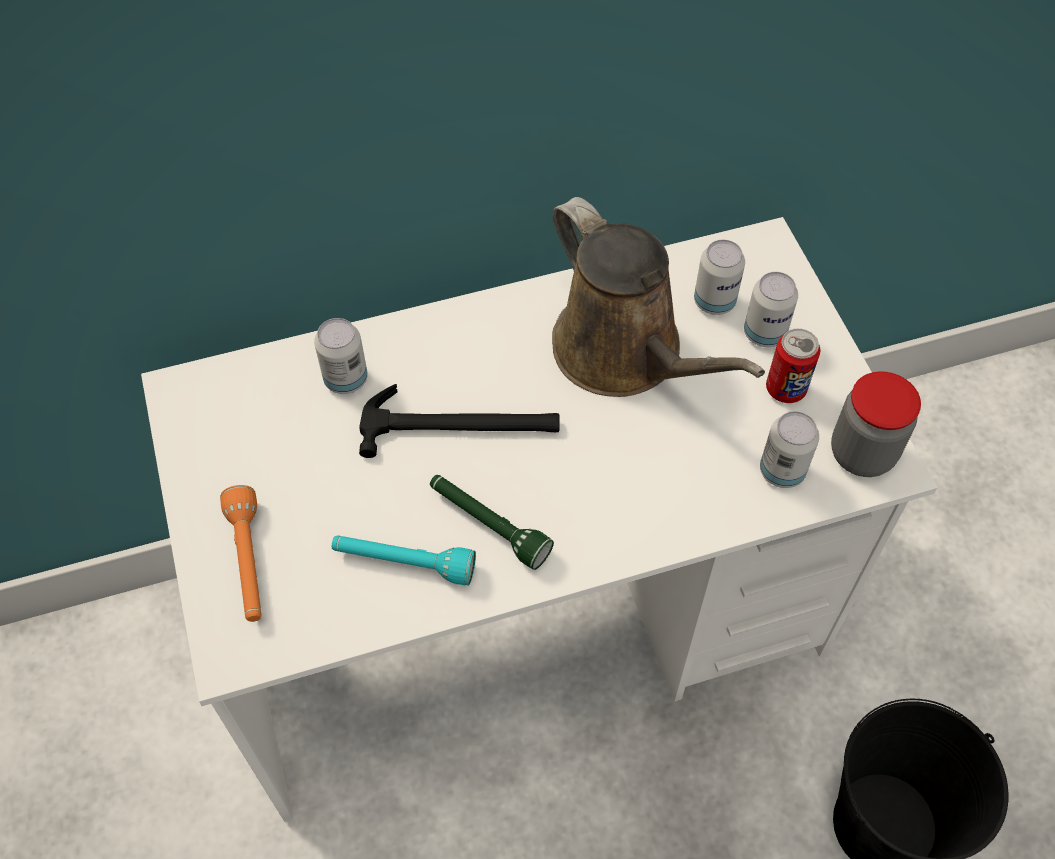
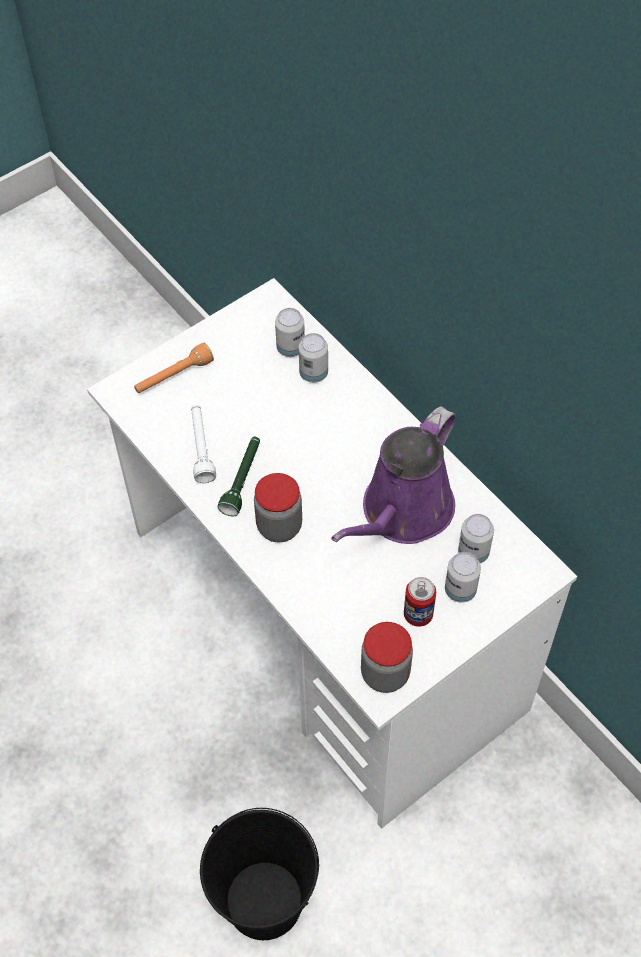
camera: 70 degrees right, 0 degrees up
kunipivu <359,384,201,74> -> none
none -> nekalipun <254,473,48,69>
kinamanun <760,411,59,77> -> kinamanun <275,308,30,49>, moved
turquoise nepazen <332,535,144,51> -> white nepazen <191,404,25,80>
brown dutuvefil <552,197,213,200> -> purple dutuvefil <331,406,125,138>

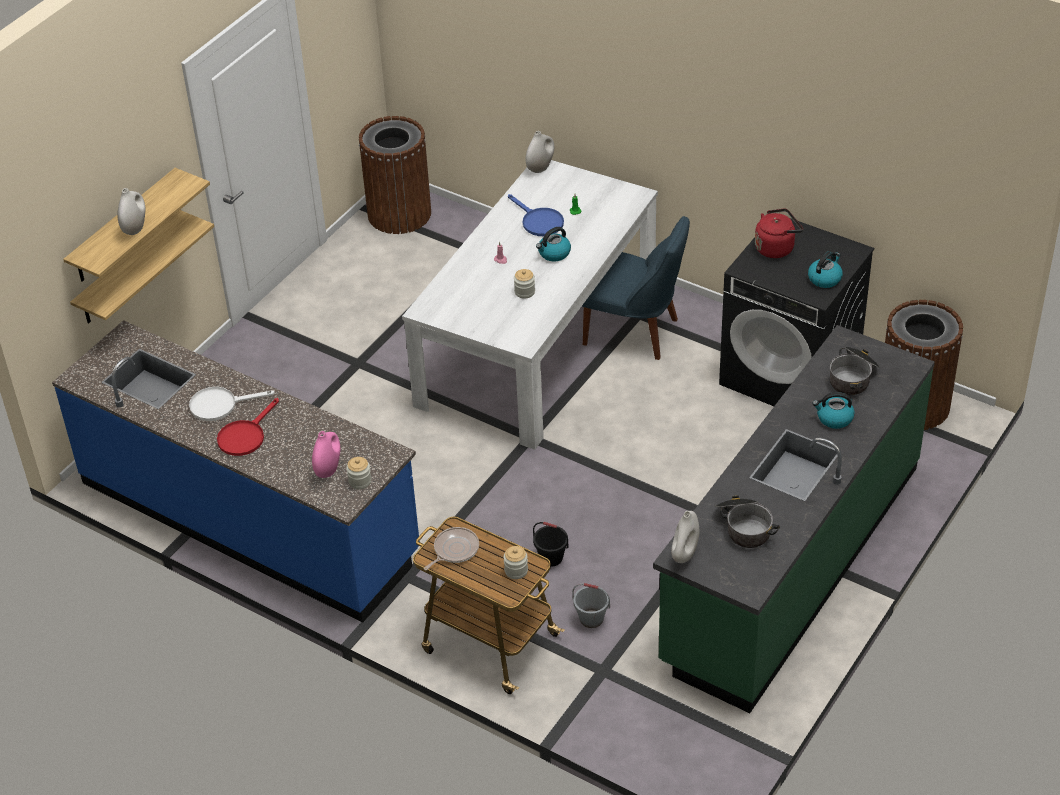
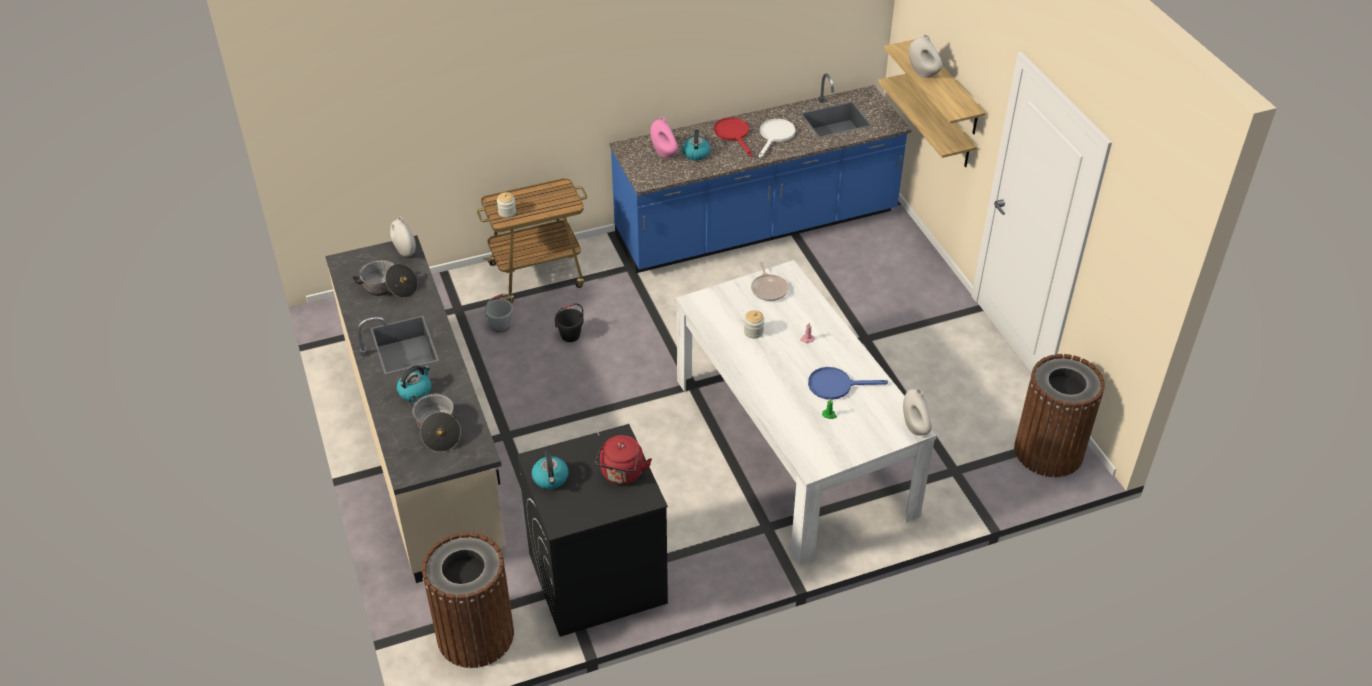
camera: 125 degrees right, 0 degrees up
nekalipun <347,457,24,32> -> none
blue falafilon <582,216,108,144> -> none
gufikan <424,527,55,43> -> gufikan <751,261,37,40>, moved
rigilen <536,227,35,34> -> rigilen <682,129,29,32>, moved
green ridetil <653,325,282,388> -> beige ridetil <325,235,181,348>

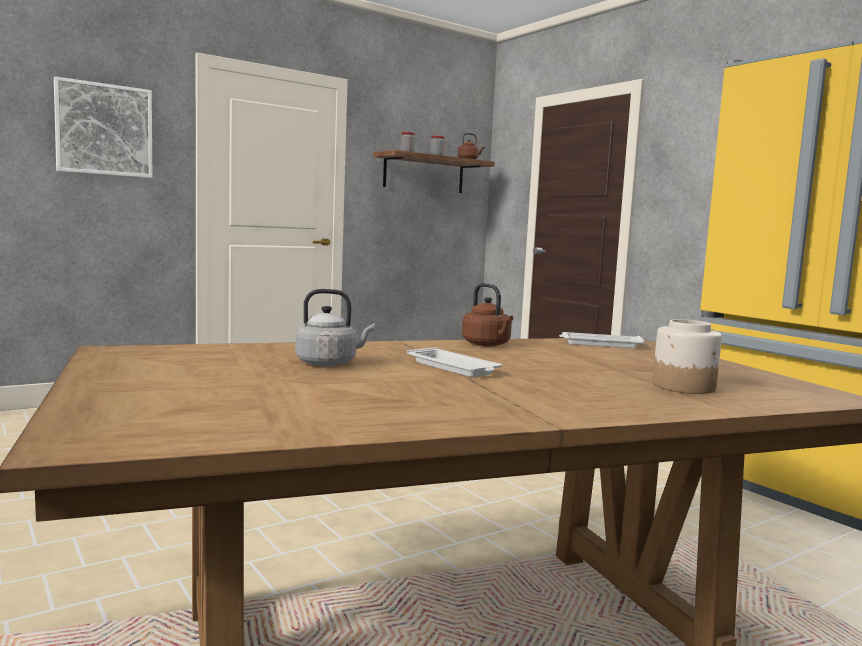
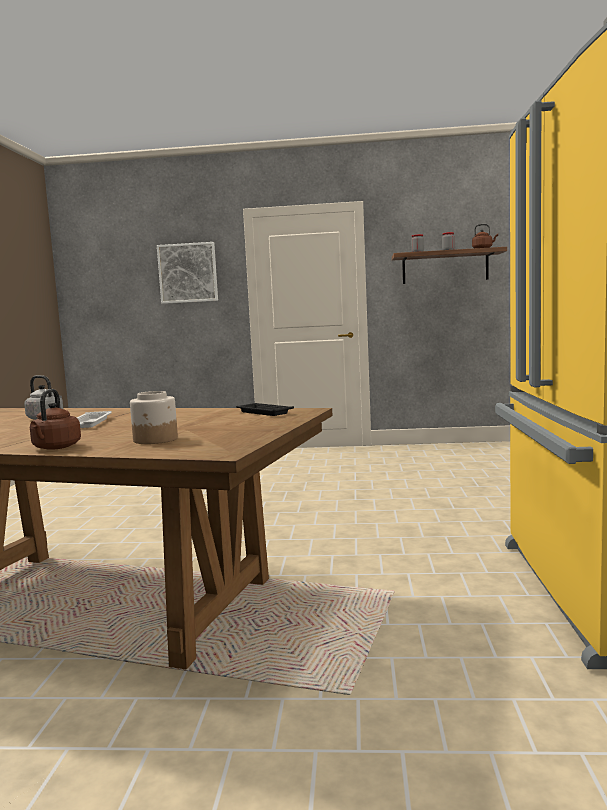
camera: 40 degrees right, 0 degrees up
brown rigilen <462,283,51,63> -> brown rigilen <30,389,51,61>, moved
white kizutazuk <559,332,86,16> -> black kizutazuk <236,403,58,13>

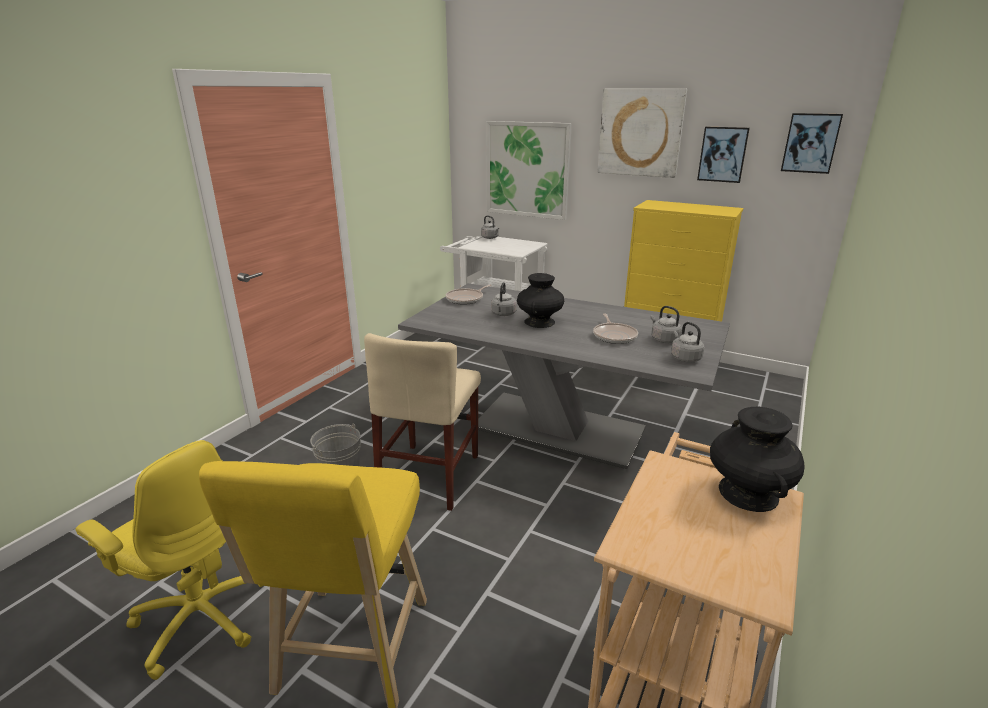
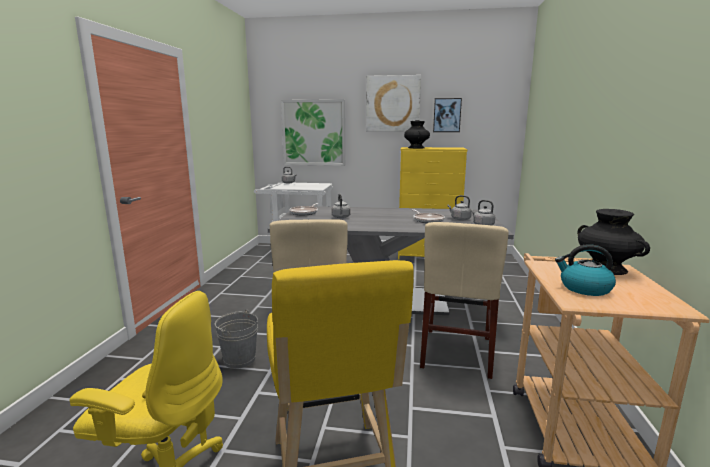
camera: 20 degrees left, 10 degrees down
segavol <781,113,62,61> -> none
none -> beige falafilon <420,222,89,157>
none -> rigilen <555,244,61,52>
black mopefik <517,273,47,55> -> black mopefik <404,120,26,29>, moved

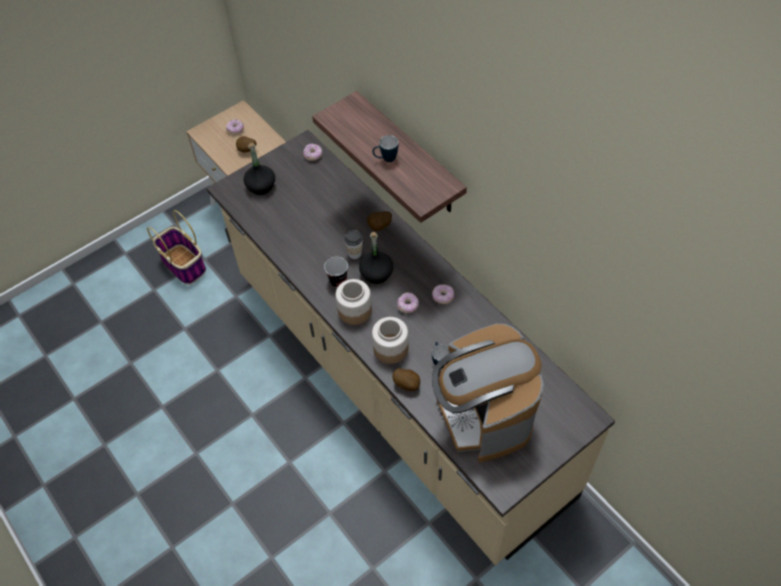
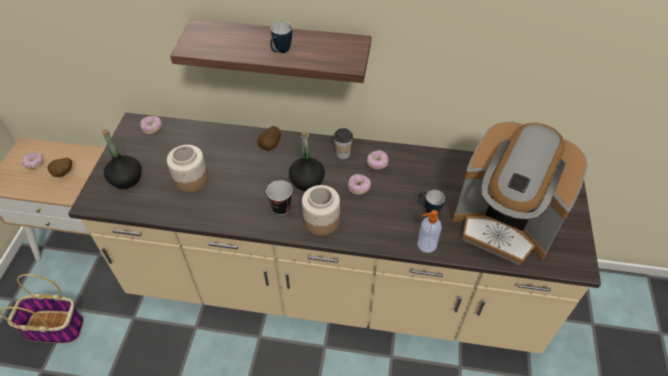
camera: 45 degrees left, 5 degrees down
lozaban <344,230,19,29> -> lozaban <334,128,19,31>, moved
nekalipun <372,317,37,47> -> nekalipun <167,145,42,47>, moved
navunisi <393,368,27,23> -> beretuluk <417,210,25,43>

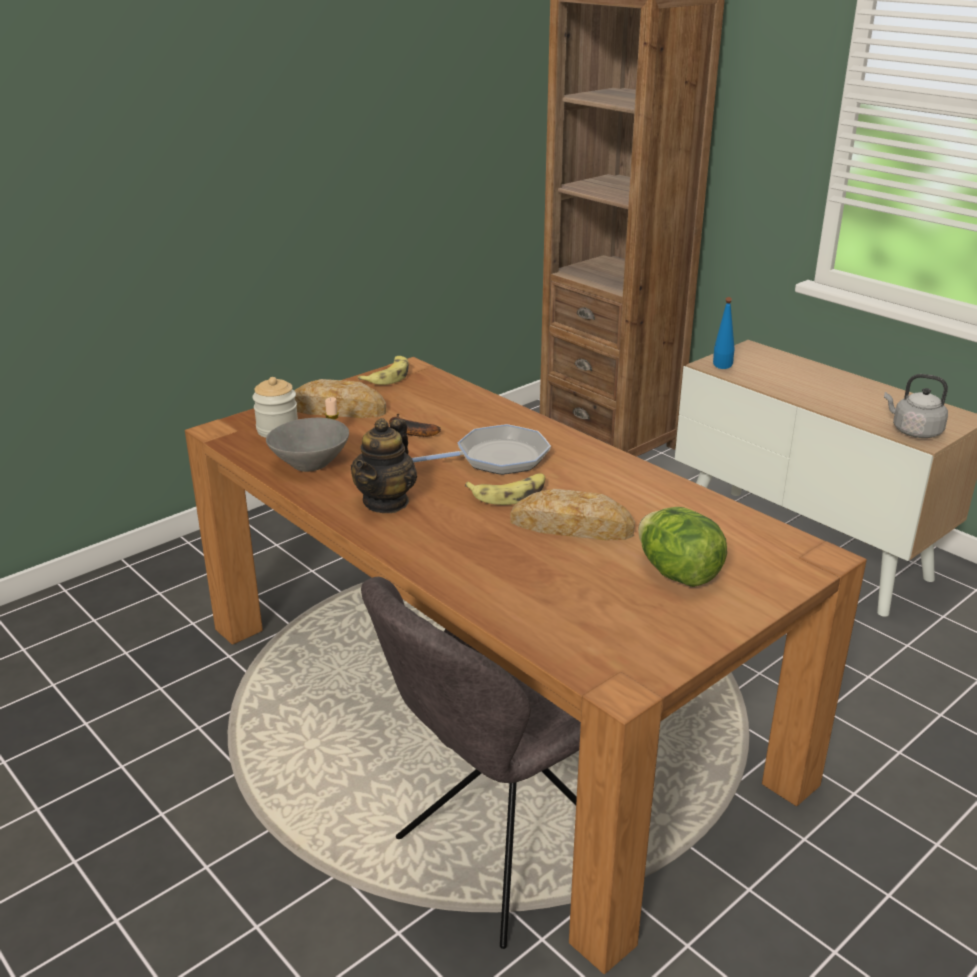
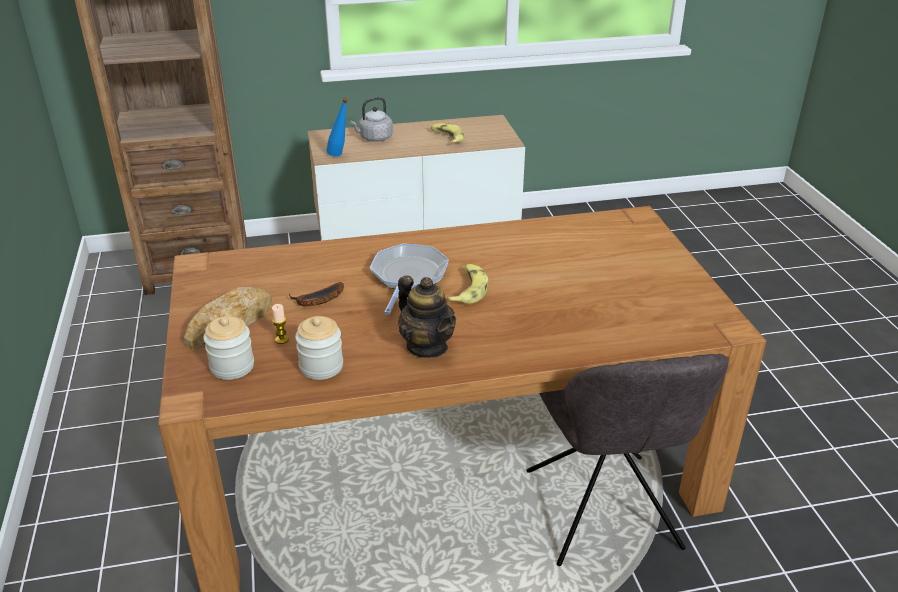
camera: 60 degrees left, 5 degrees up
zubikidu <510,489,125,51> -> none
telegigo <638,507,89,80> -> none
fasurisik <357,356,52,29> -> fasurisik <431,123,33,21>, moved
grey rigilen <884,374,64,64> -> grey rigilen <349,97,44,45>, moved
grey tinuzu <266,418,83,54> -> nekalipun <295,316,48,64>

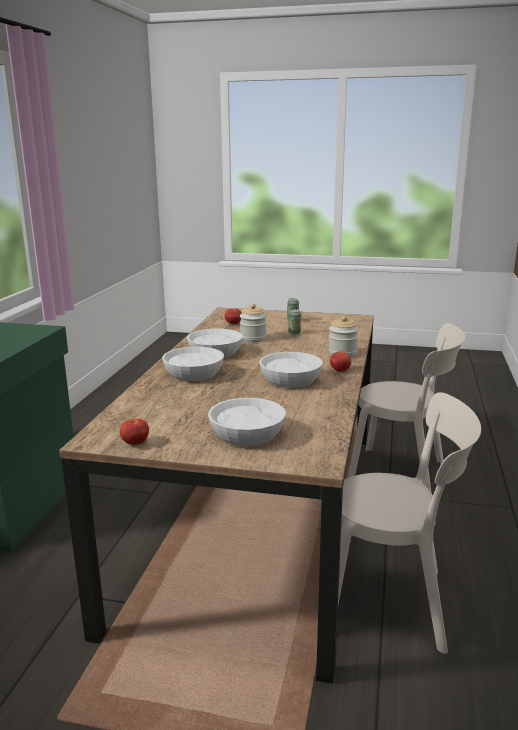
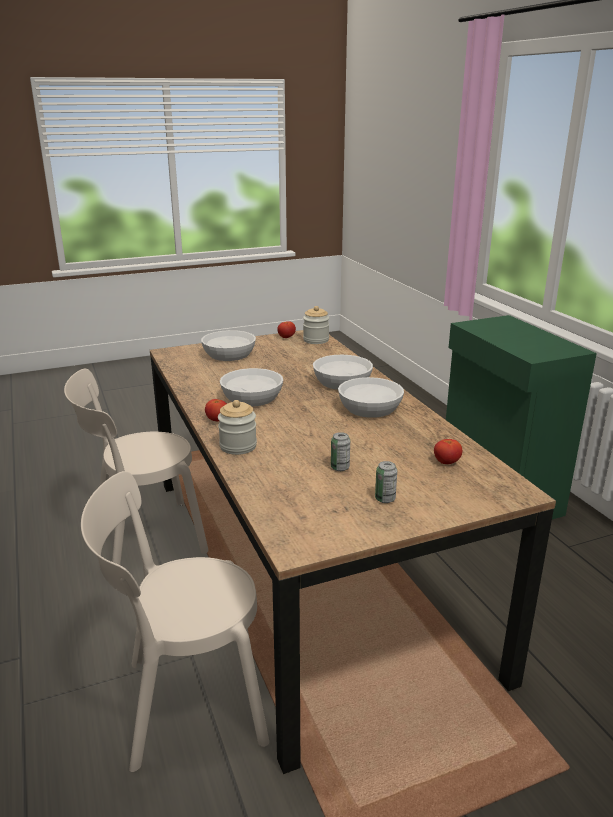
camera: 145 degrees right, 5 degrees up
nekalipun <240,304,27,38> -> nekalipun <303,306,26,38>, moved

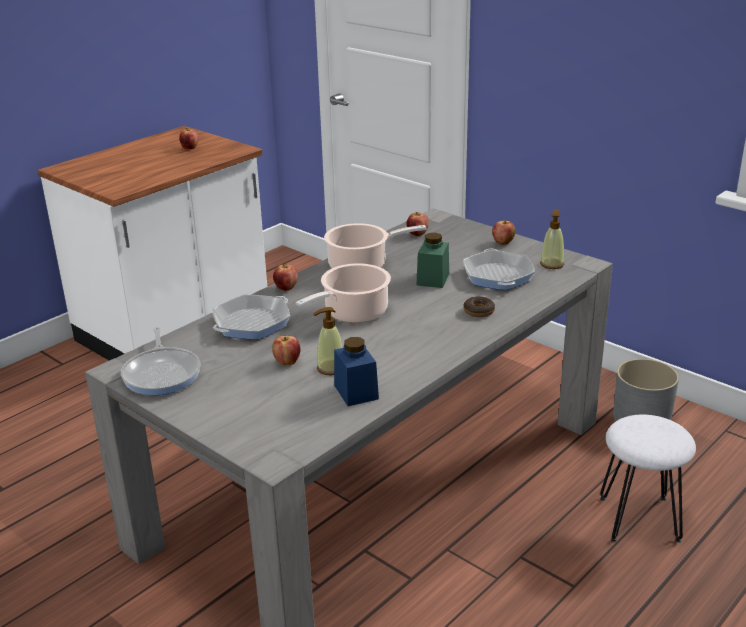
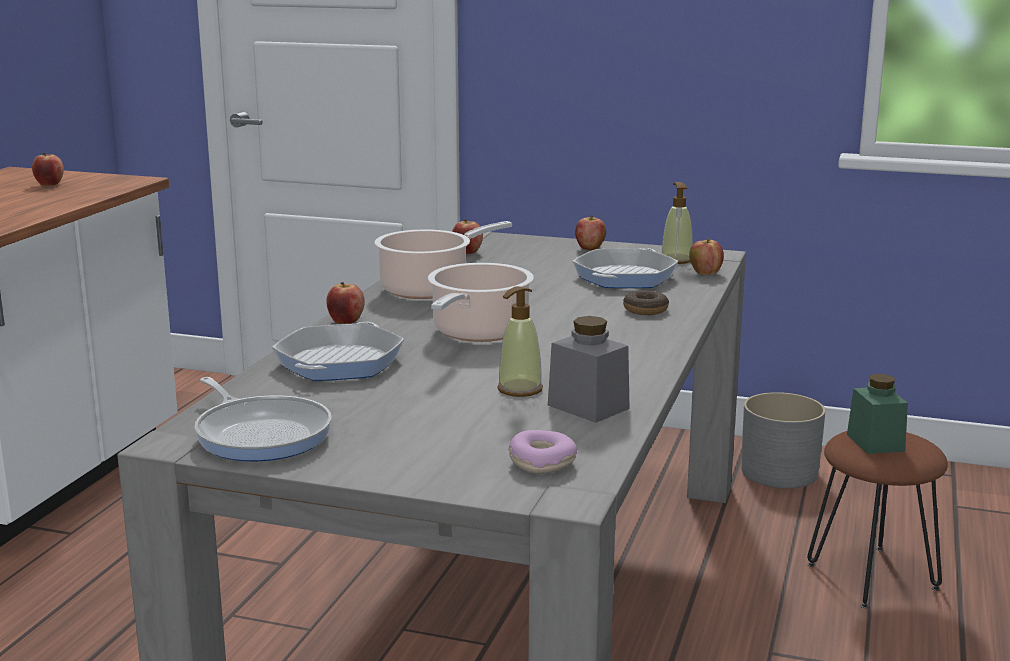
camera: 25 degrees left, 10 degrees down
none -> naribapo <508,430,69,44>
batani <272,336,28,30> -> batani <689,238,35,37>, moved
green nekalipun <416,233,33,55> -> green nekalipun <847,374,61,80>, moved
blue nekalipun <334,337,45,69> -> grey nekalipun <548,316,82,107>
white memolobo <600,415,96,128> -> brown memolobo <807,431,141,177>
gufikan <463,249,72,41> -> gufikan <572,248,107,40>, 60 degrees clockwise

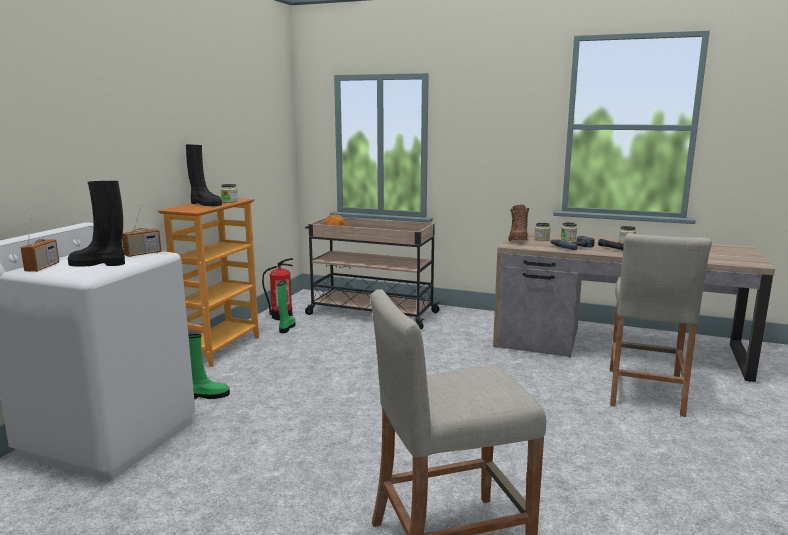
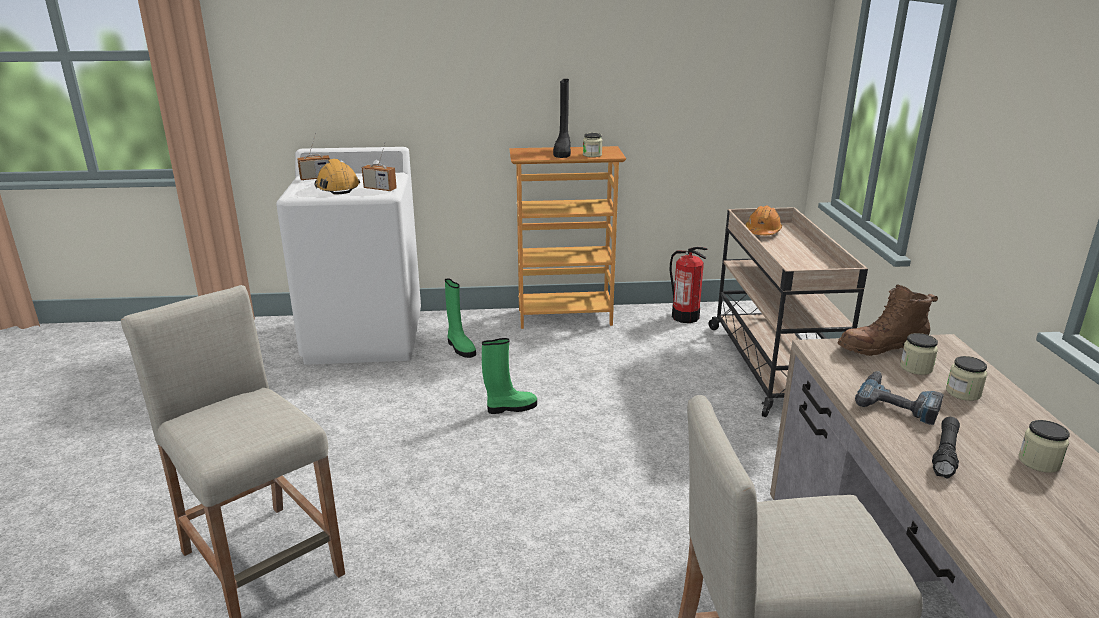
camera: 65 degrees right, 10 degrees up
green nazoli <277,280,19,53> -> green nazoli <482,338,55,76>, moved
black nazoli <68,181,57,86> -> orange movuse <315,159,45,36>

